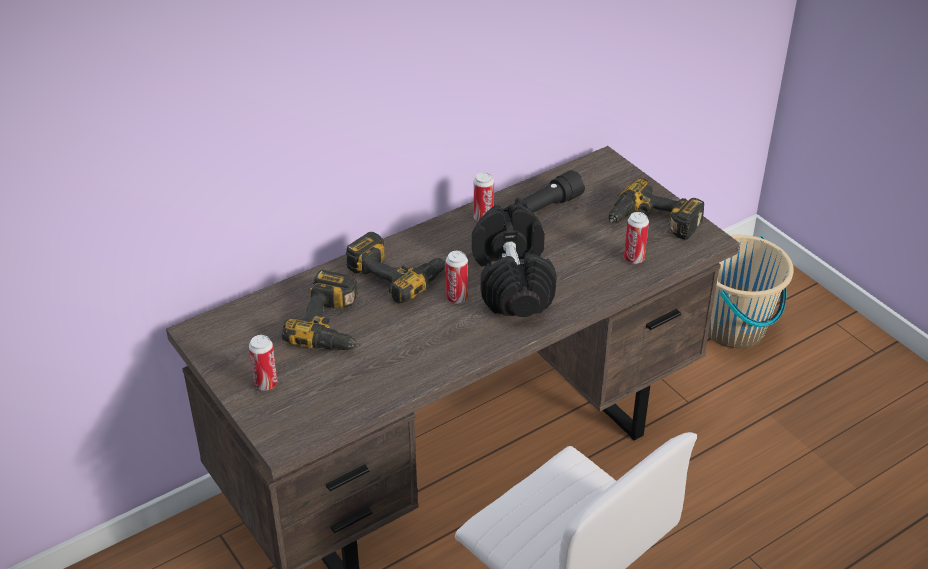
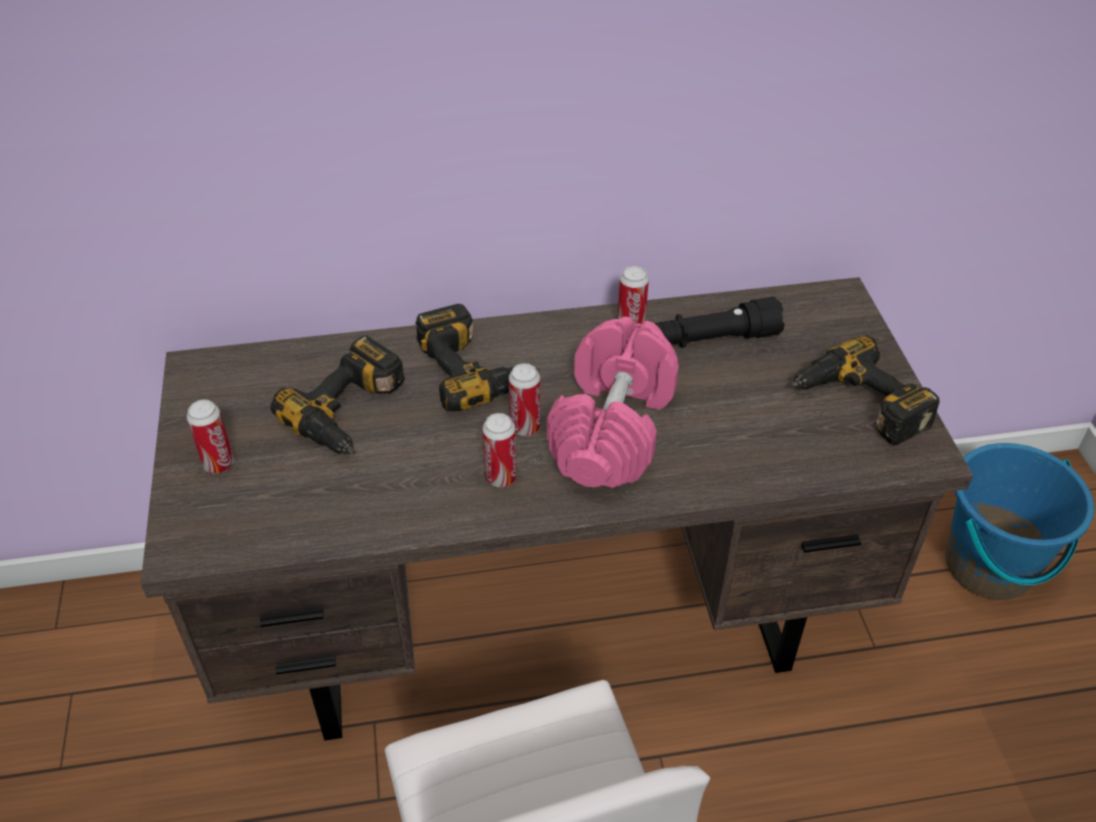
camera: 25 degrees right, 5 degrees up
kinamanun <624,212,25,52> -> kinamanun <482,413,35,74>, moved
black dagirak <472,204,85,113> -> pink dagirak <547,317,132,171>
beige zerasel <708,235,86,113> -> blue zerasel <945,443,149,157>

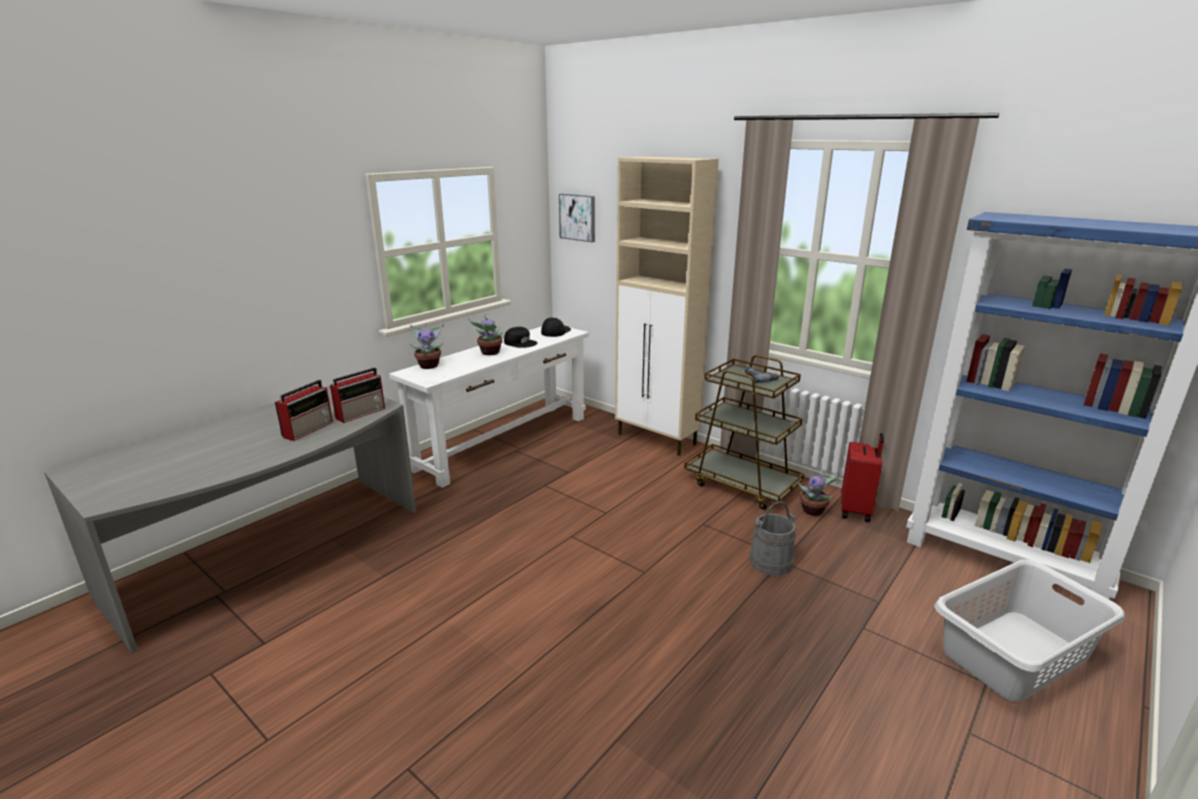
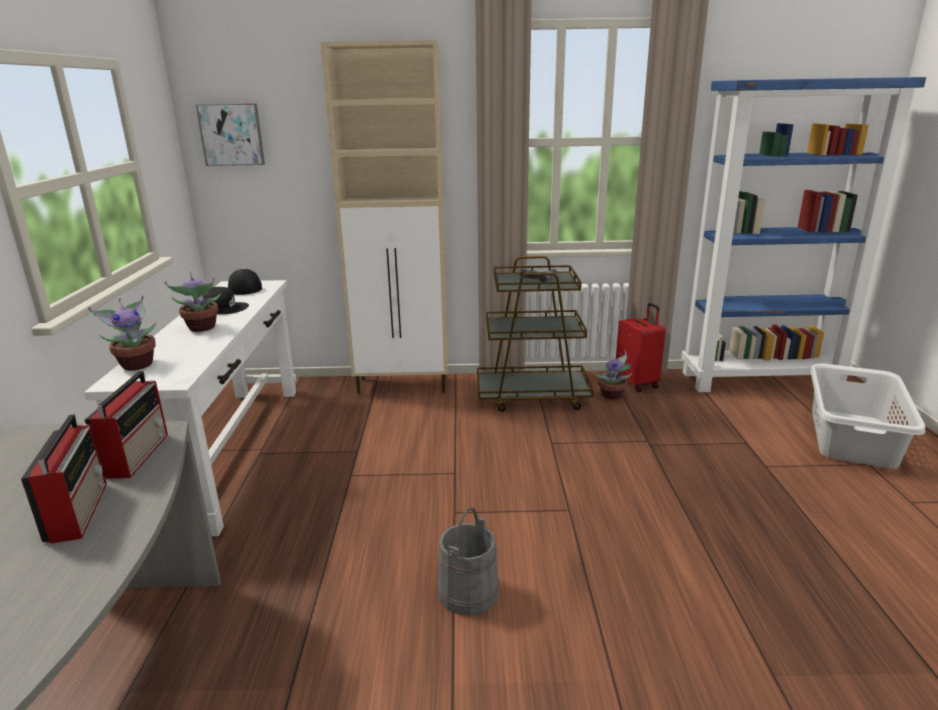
camera: 40 degrees left, 0 degrees up
grey zerasel <749,501,47,74> -> grey zerasel <437,507,62,109>, moved

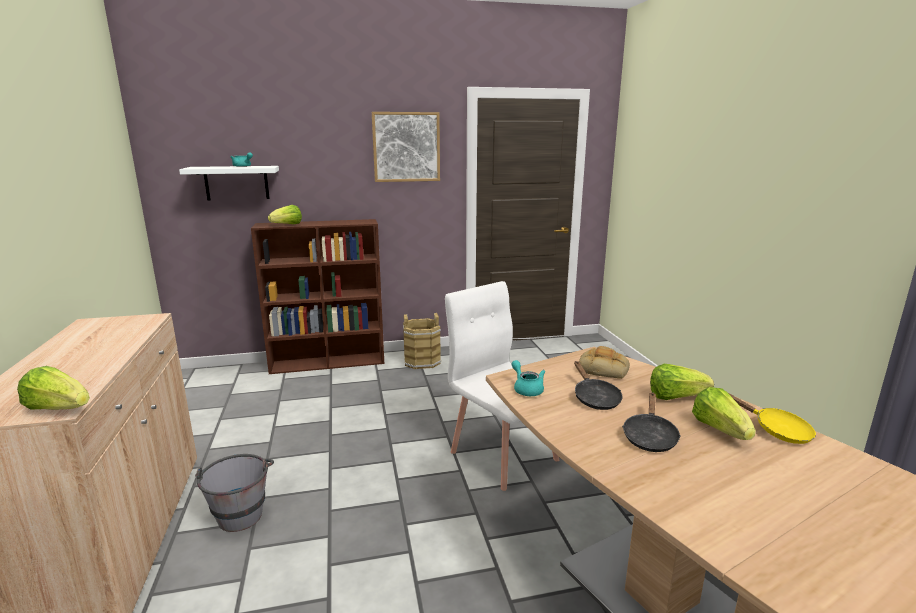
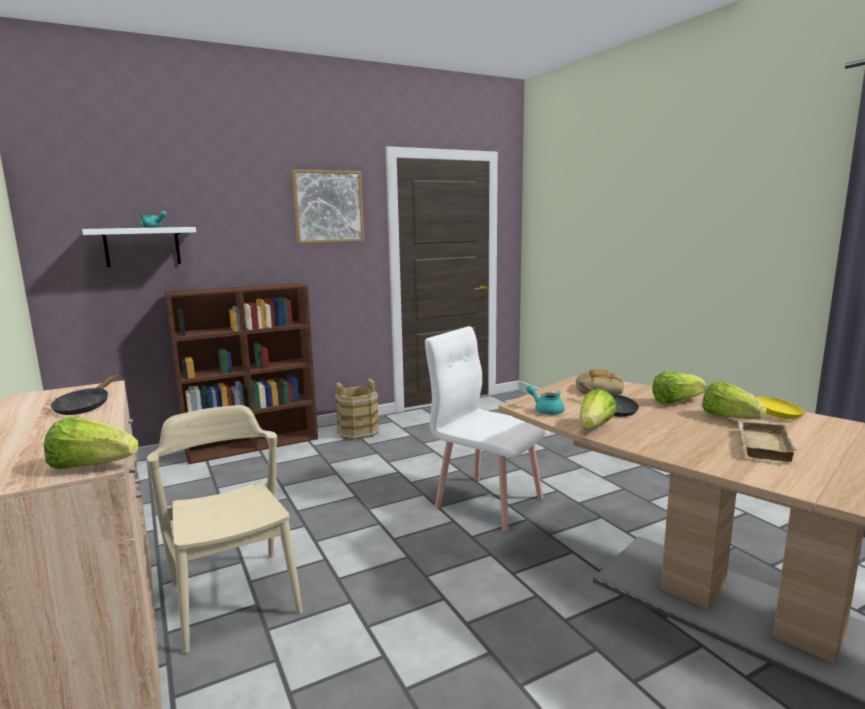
camera: 15 degrees left, 5 degrees down
none -> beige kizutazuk <738,421,60,41>
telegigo <268,205,34,19> -> telegigo <580,389,37,40>, moved
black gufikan <622,392,59,60> -> black gufikan <51,374,67,41>, moved
grey zerasel <195,454,79,78> -> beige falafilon <147,405,156,249>

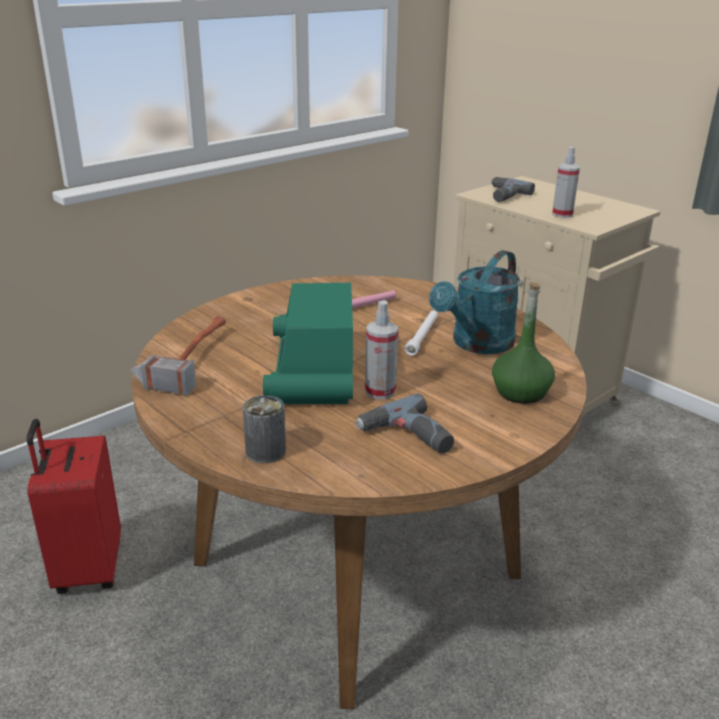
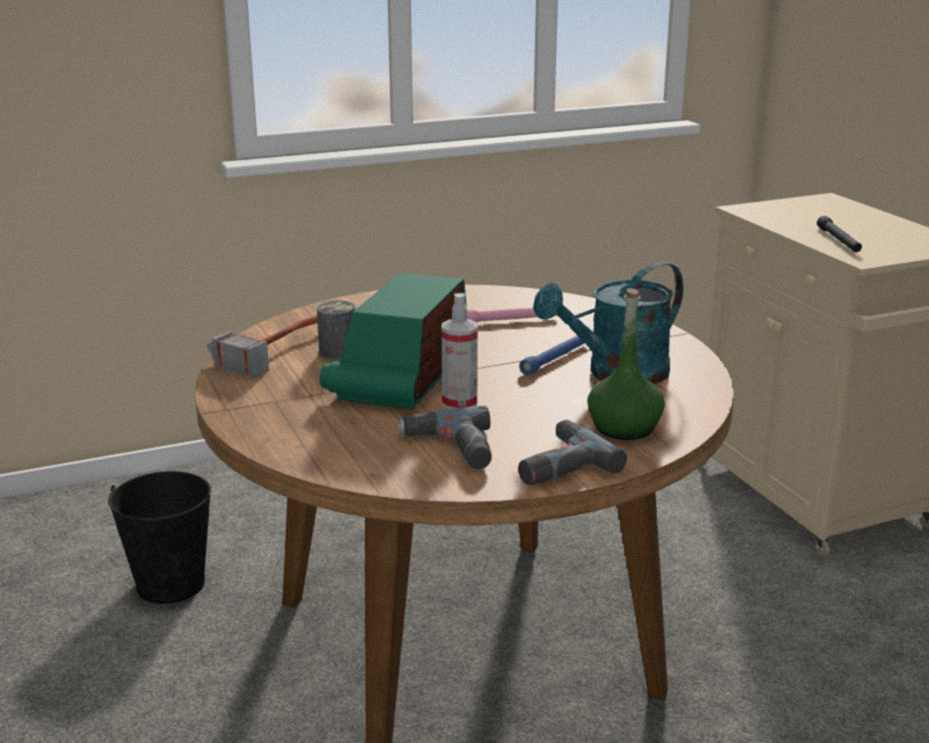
camera: 20 degrees right, 5 degrees down
kinamanun <243,395,43,68> -> kinamanun <317,300,39,62>, moved
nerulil <491,177,44,25> -> nerulil <518,420,109,65>, moved
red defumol <27,419,94,175> -> black zerasel <108,471,103,133>
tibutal <552,147,28,71> -> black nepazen <817,216,45,36>
white nepazen <404,311,34,45> -> blue nepazen <519,335,66,40>

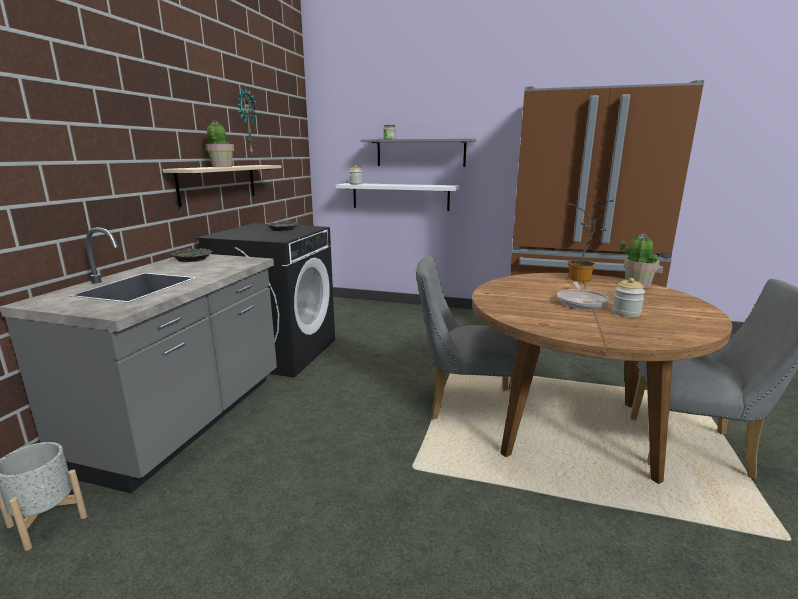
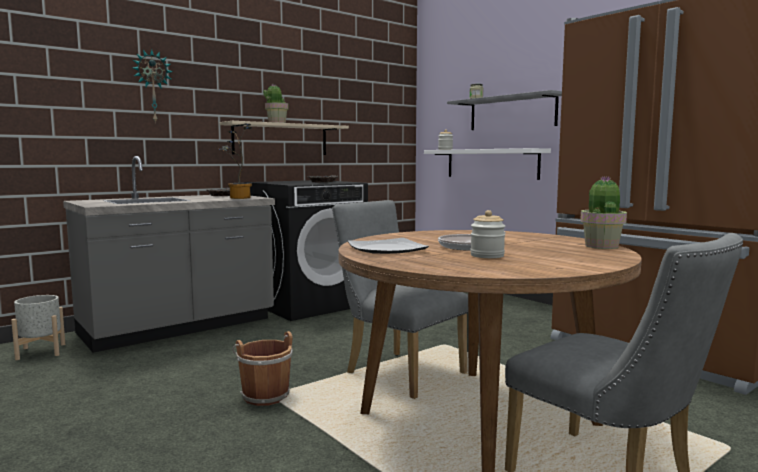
camera: 35 degrees right, 10 degrees down
none -> brown zerasel <233,331,60,75>
none -> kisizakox <348,238,81,16>
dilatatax <236,87,21,68> -> dilatatax <133,49,39,74>, moved
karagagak <564,195,48,86> -> karagagak <220,123,32,76>, moved

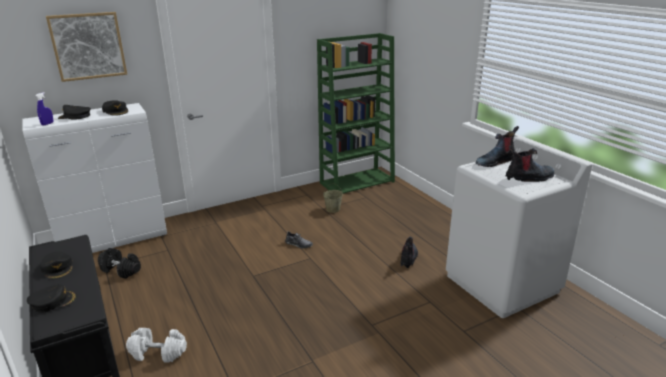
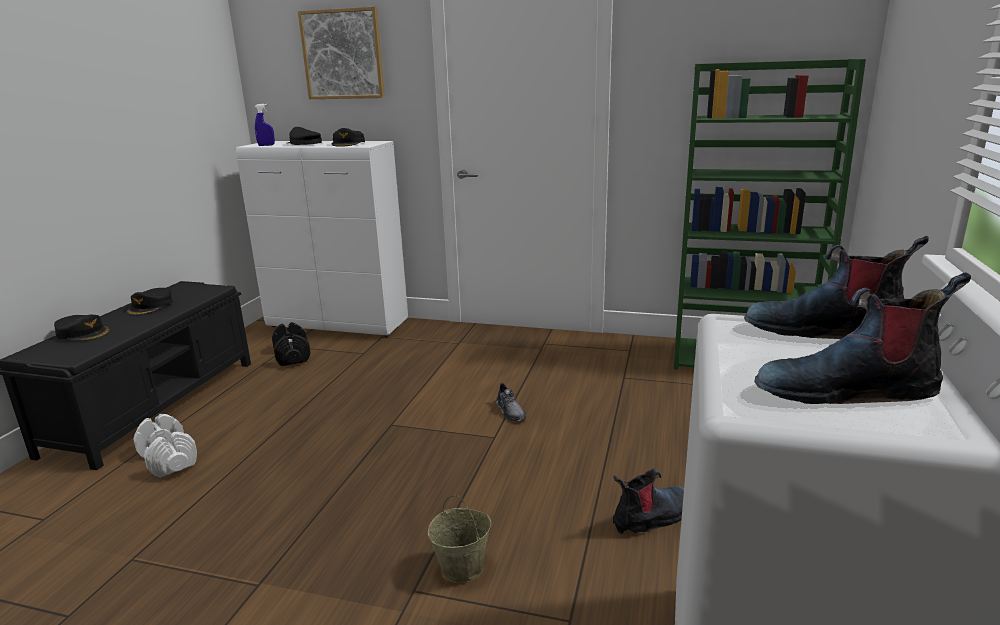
camera: 45 degrees right, 5 degrees down
beige zerasel <323,184,20,29> -> beige zerasel <428,495,64,89>, moved
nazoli <506,146,49,36> -> nazoli <754,272,217,132>, 150 degrees clockwise

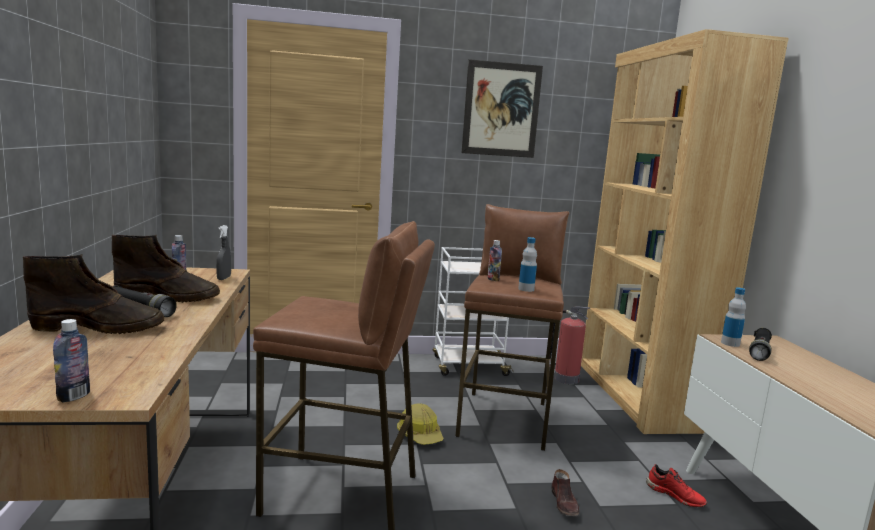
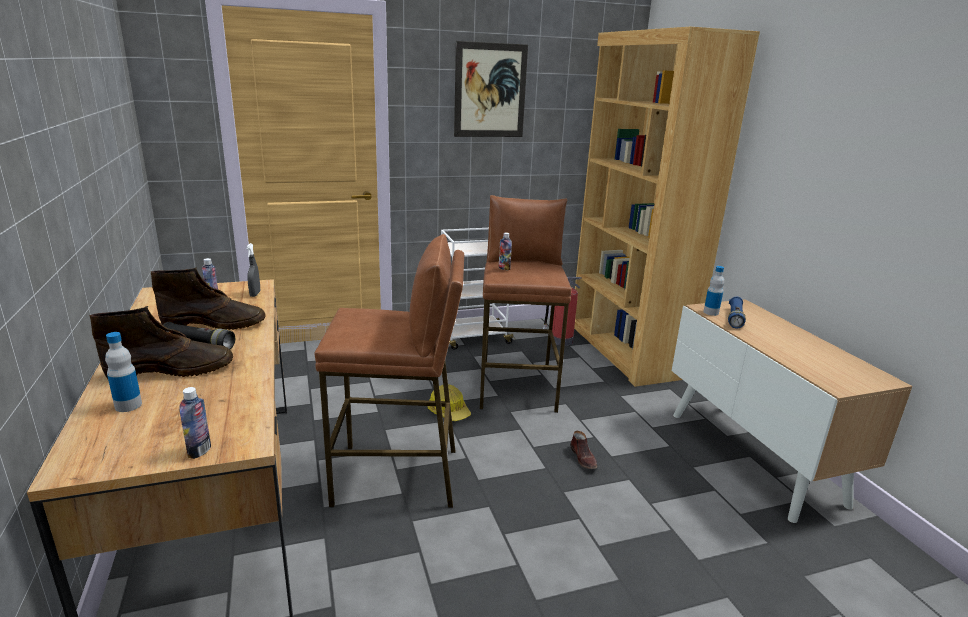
camera: 10 degrees left, 10 degrees up
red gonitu <646,464,61,43> -> none
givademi <518,237,19,55> -> givademi <105,332,37,80>, moved
black nepazen <749,328,23,33> -> blue nepazen <728,297,18,31>

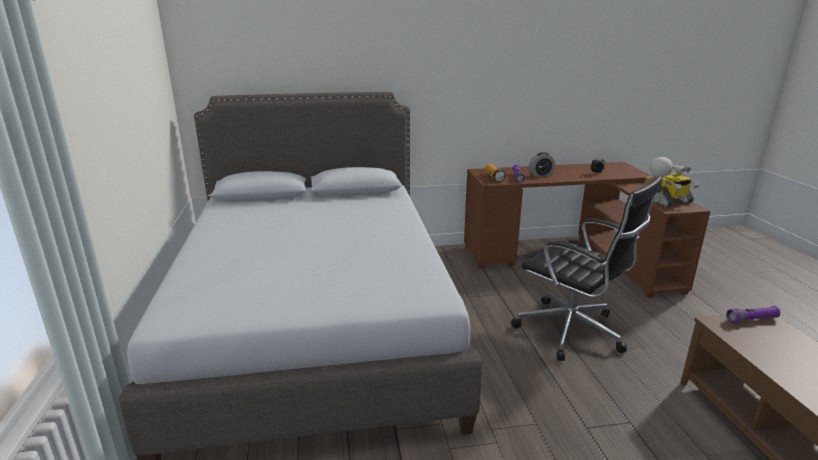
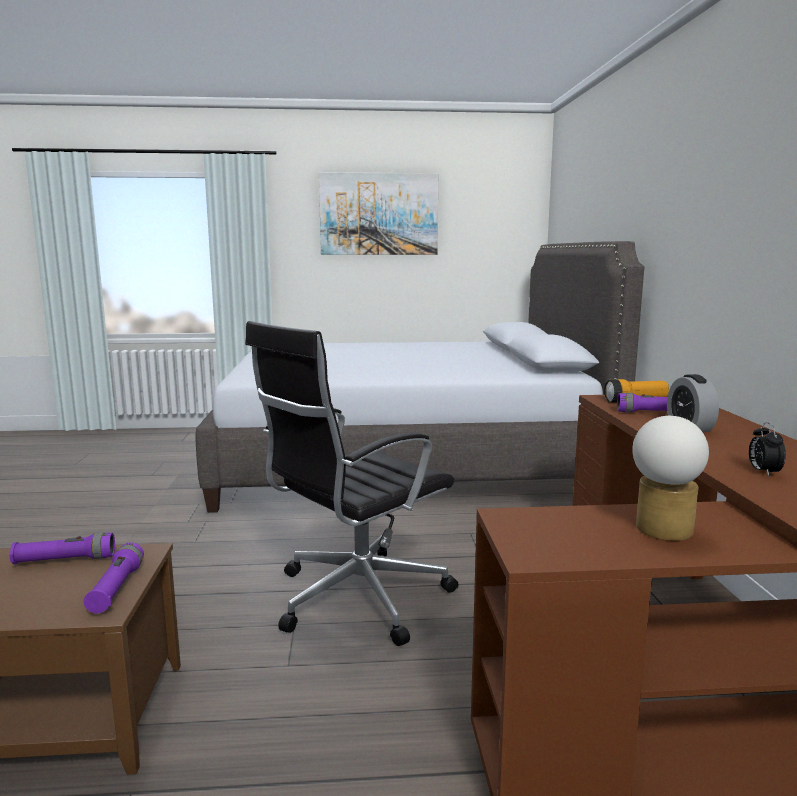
camera: 95 degrees right, 10 degrees down
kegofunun <654,164,45,43> -> none
none -> purple nepazen <9,532,106,32>
none -> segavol <319,172,119,83>

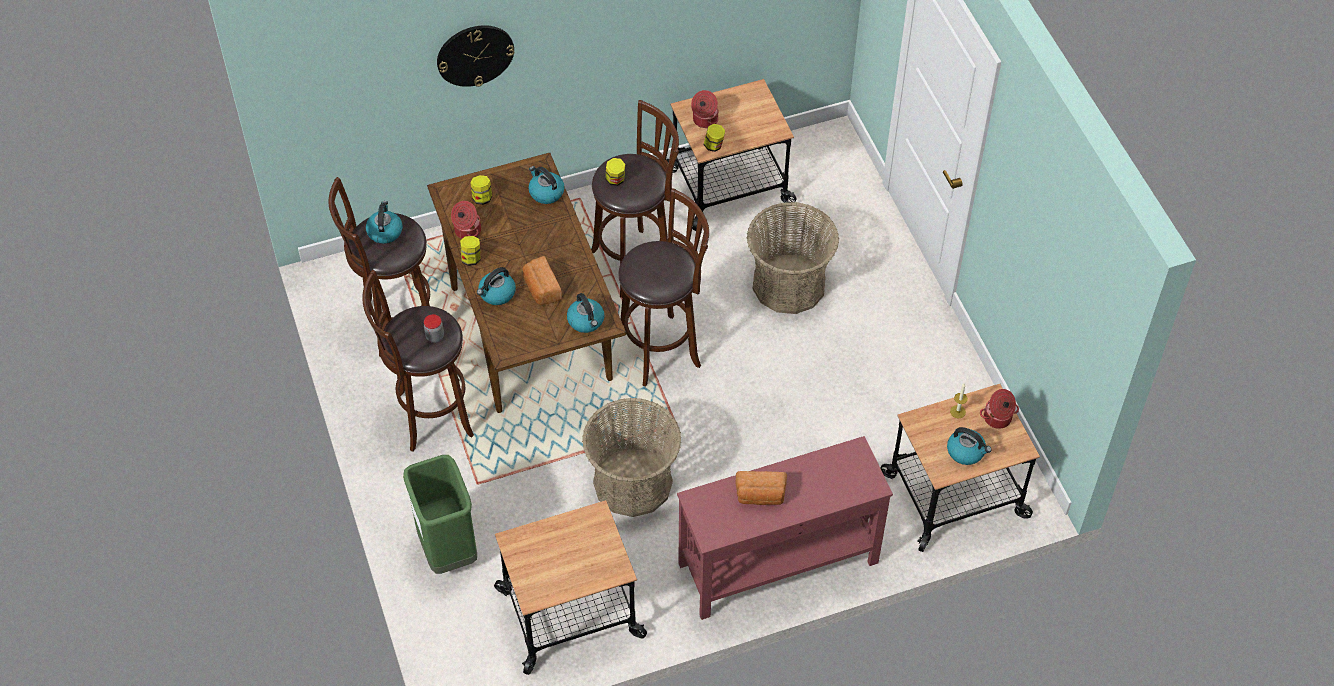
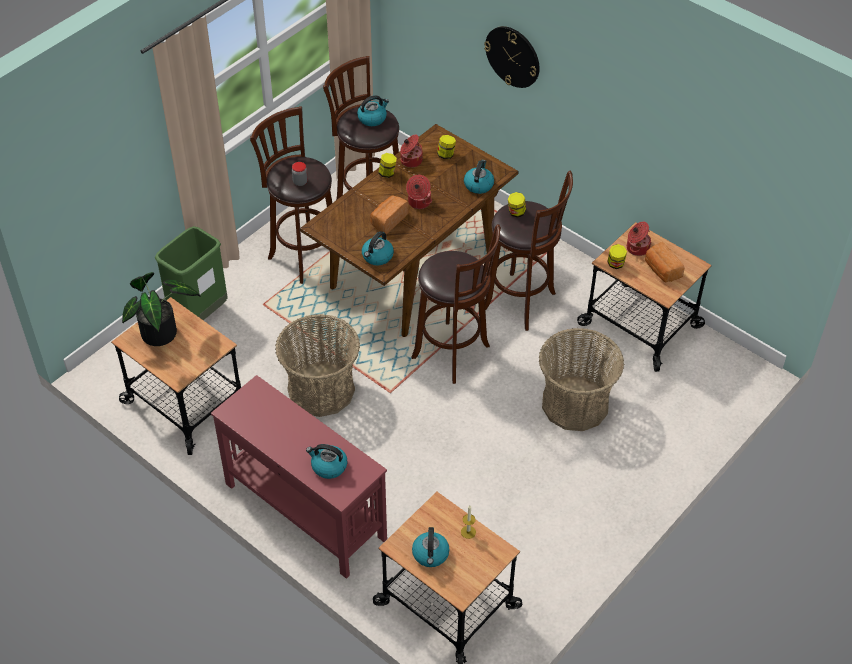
camera: 60 degrees right, 5 degrees down
none -> karagagak <122,272,78,74>
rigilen <477,267,39,38> -> rigilen <306,444,41,35>, moved
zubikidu <736,471,51,34> -> zubikidu <645,242,40,40>, moved
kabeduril <980,389,39,40> -> kabeduril <406,175,26,34>, moved

